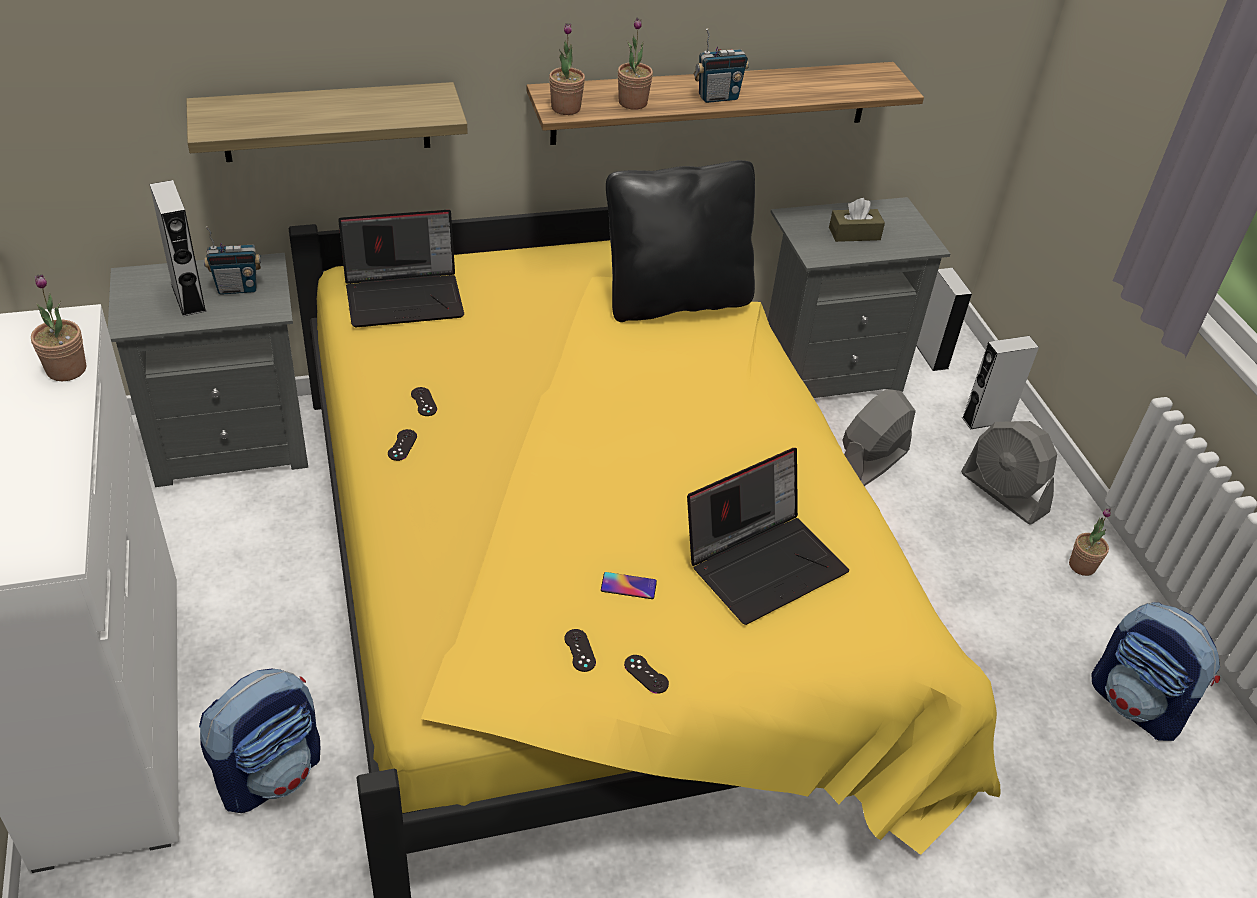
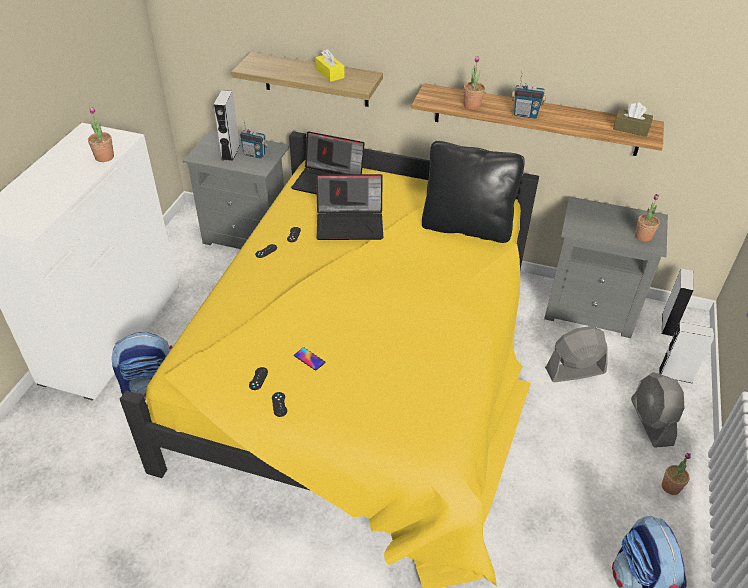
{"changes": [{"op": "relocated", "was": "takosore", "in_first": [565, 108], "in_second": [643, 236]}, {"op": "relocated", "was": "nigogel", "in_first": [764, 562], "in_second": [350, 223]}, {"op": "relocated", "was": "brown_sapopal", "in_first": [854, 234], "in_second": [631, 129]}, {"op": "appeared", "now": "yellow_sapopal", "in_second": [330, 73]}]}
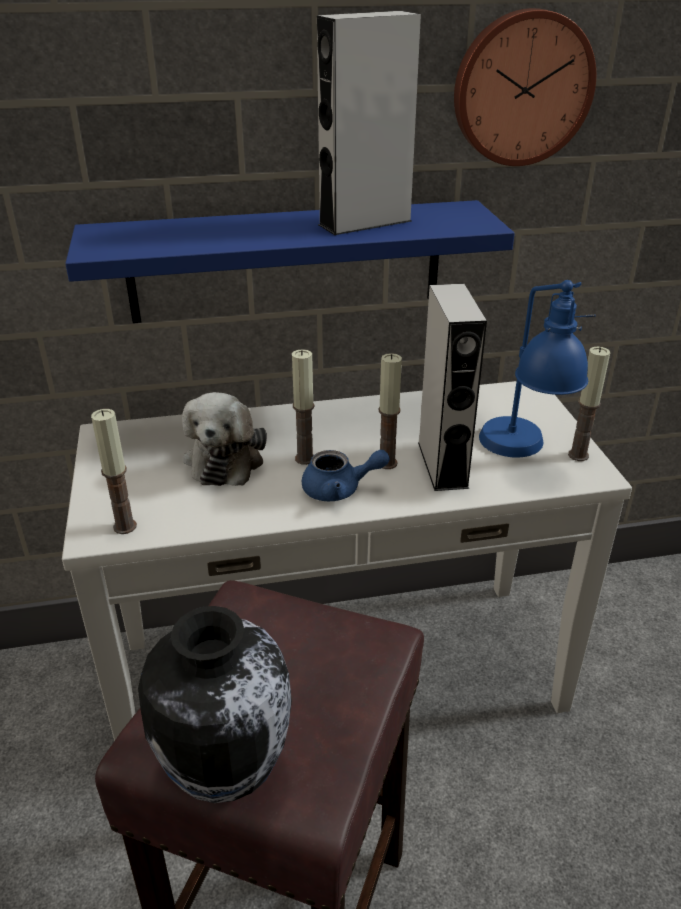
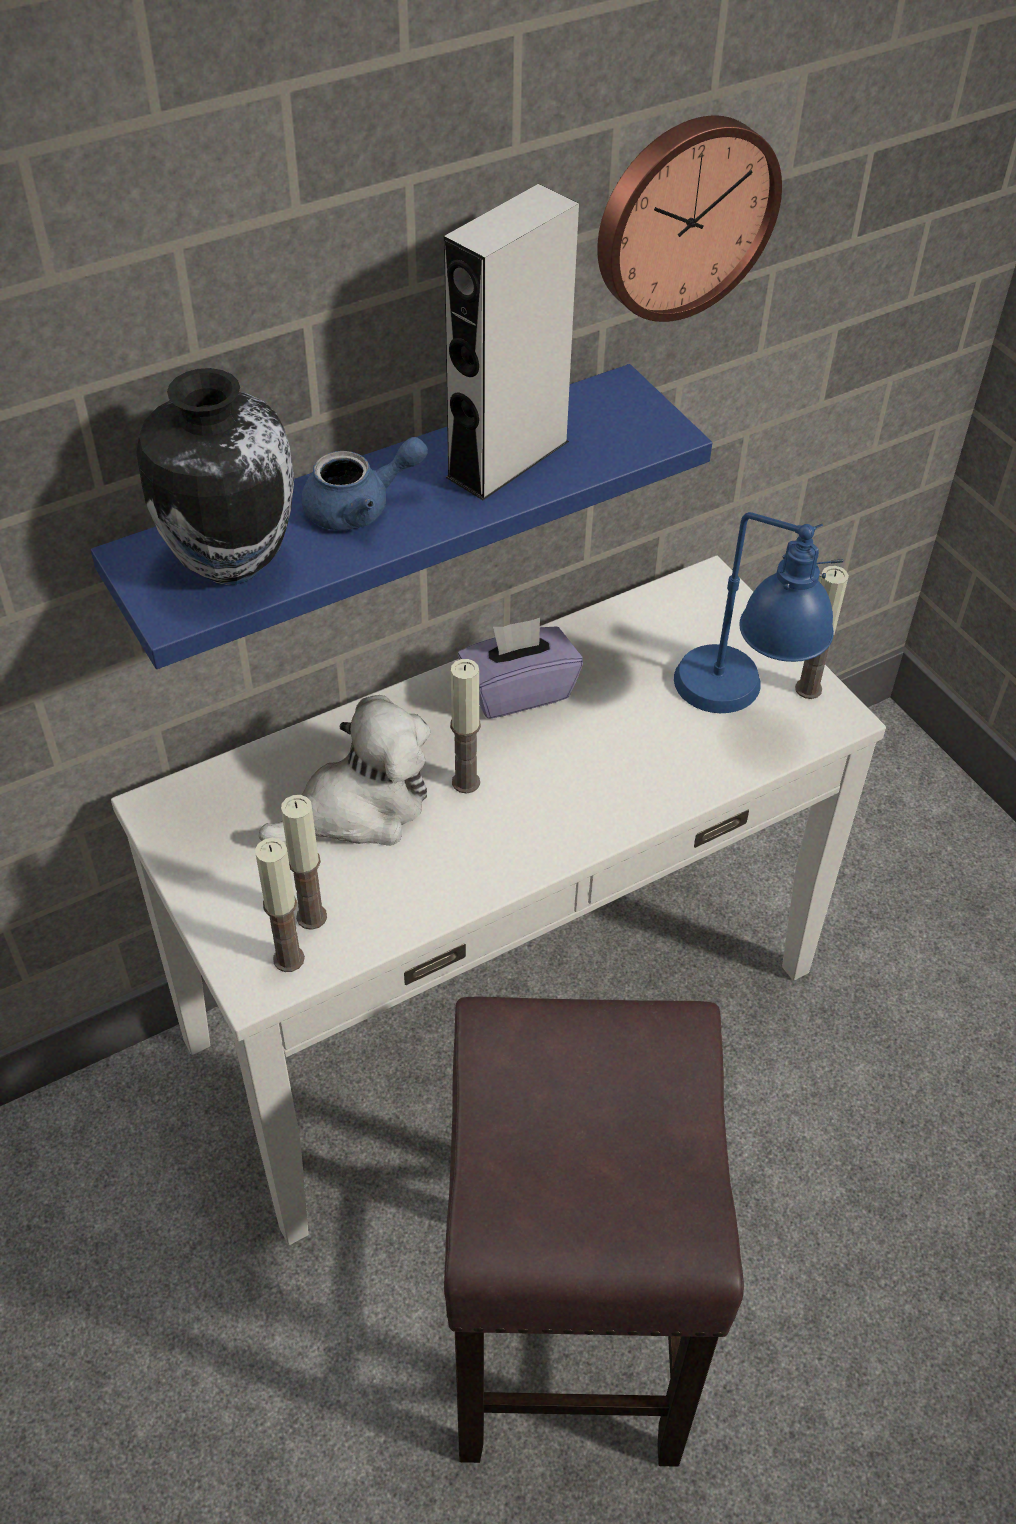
{"changes": [{"op": "relocated", "was": "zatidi", "in_first": [227, 771], "in_second": [232, 563]}, {"op": "spun", "was": "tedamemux", "in_first": [226, 458], "in_second": [358, 809], "clockwise": -105}, {"op": "relocated", "was": "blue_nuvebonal", "in_first": [340, 489], "in_second": [360, 507]}, {"op": "relocated", "was": "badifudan", "in_first": [387, 463], "in_second": [311, 917]}, {"op": "missing", "was": "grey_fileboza", "in_first": [442, 464]}, {"op": "appeared", "now": "purple_sapopal", "in_second": [518, 691]}]}
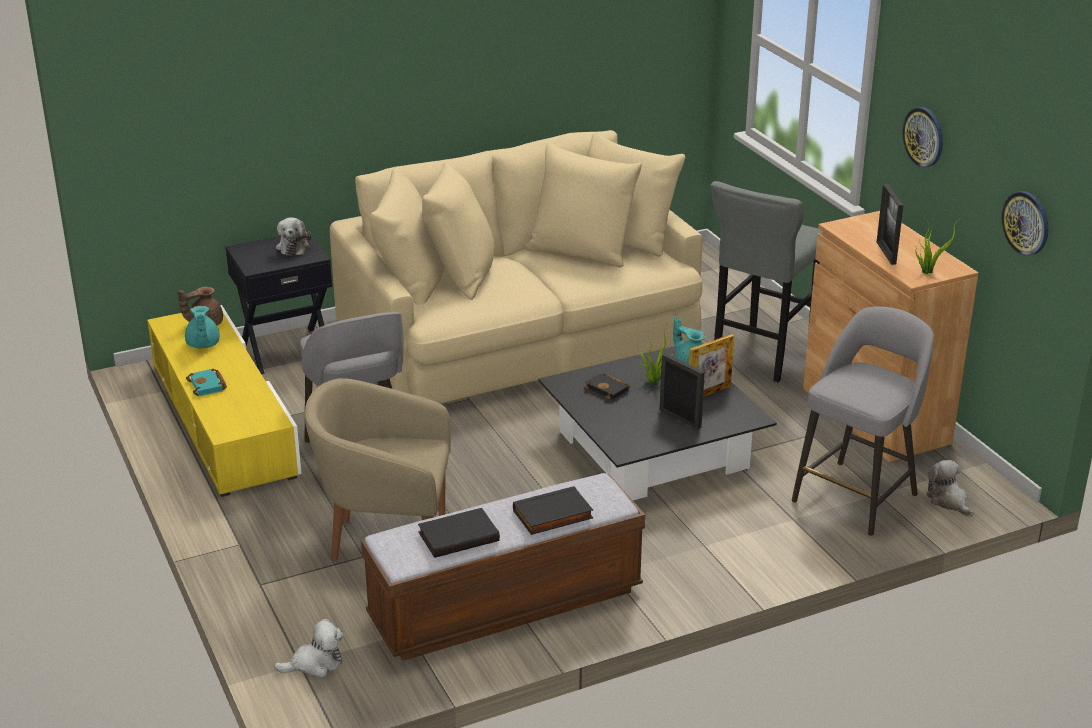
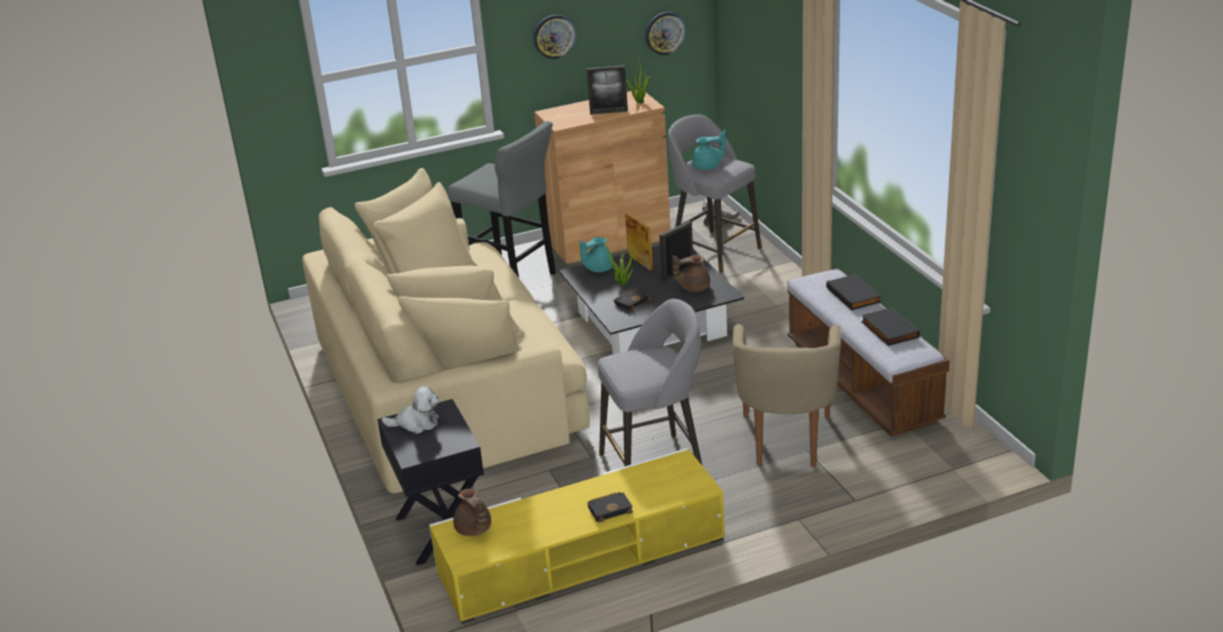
{"changes": [{"op": "relocated", "was": "turquoise_nuvebonal", "in_first": [202, 344], "in_second": [708, 167]}, {"op": "colour", "was": "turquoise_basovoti", "now": "black_basovoti", "in_first": [208, 386], "in_second": [610, 509]}, {"op": "missing", "was": "tedamemux", "in_first": [315, 663]}, {"op": "appeared", "now": "brown_nuvebonal", "in_second": [693, 287]}]}
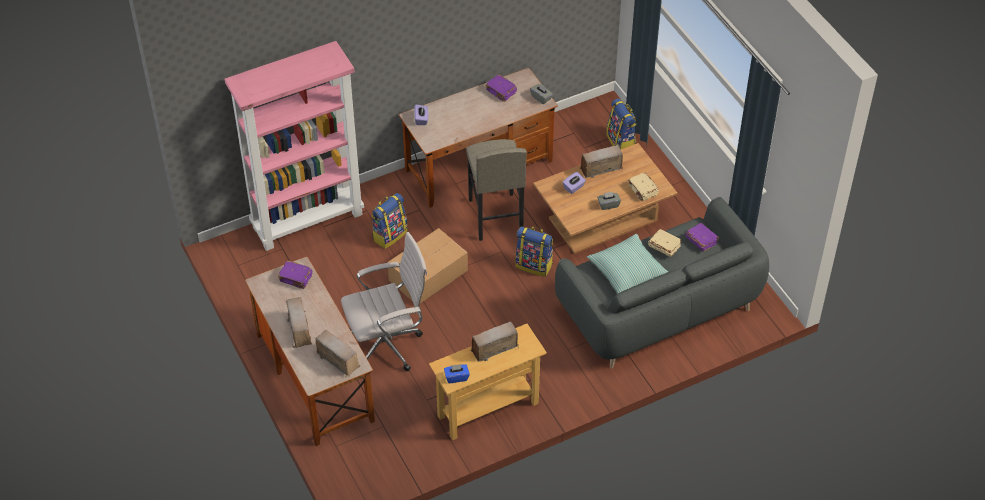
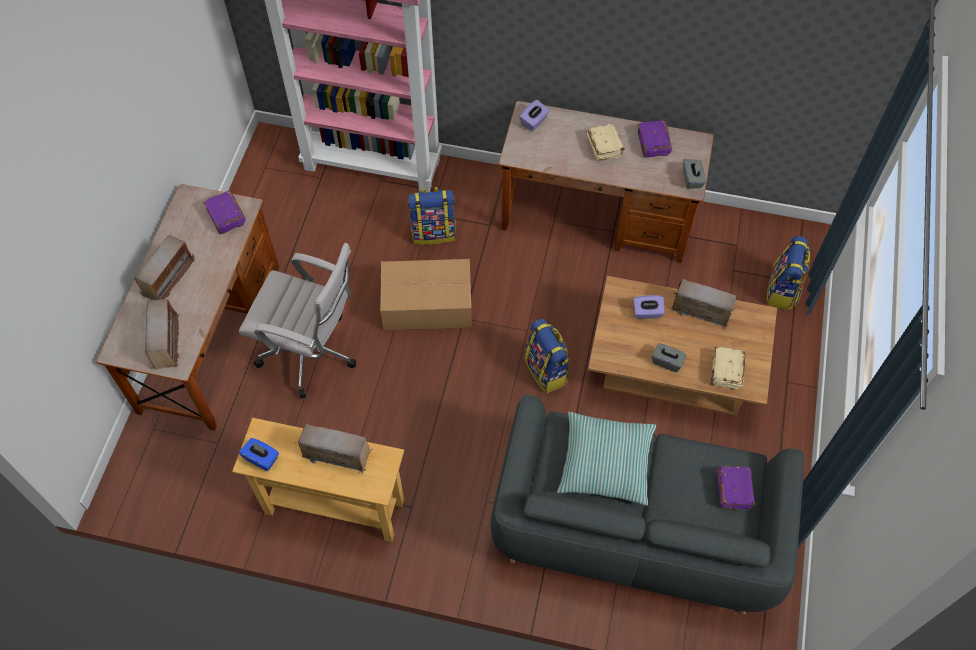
{"changes": [{"op": "missing", "was": "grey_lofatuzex", "in_first": [495, 217]}, {"op": "relocated", "was": "beige_basovoti", "in_first": [664, 246], "in_second": [604, 146]}]}
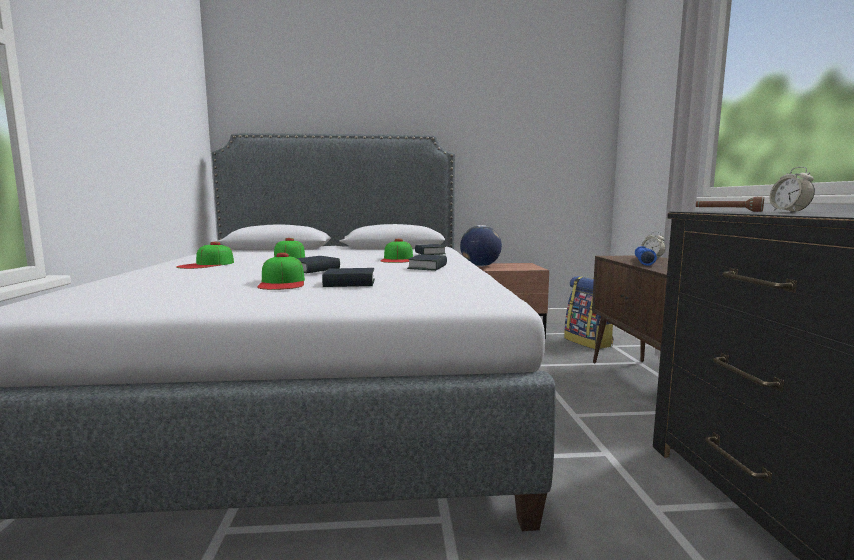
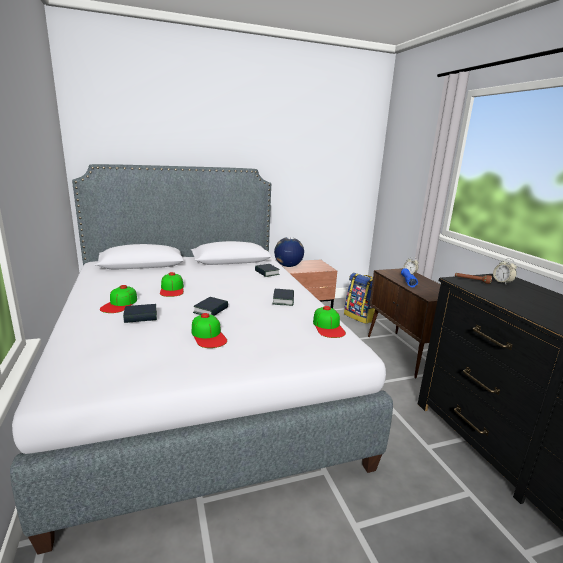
{"changes": [{"op": "relocated", "was": "basovoti", "in_first": [349, 283], "in_second": [141, 317]}, {"op": "relocated", "was": "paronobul", "in_first": [397, 259], "in_second": [328, 326]}]}
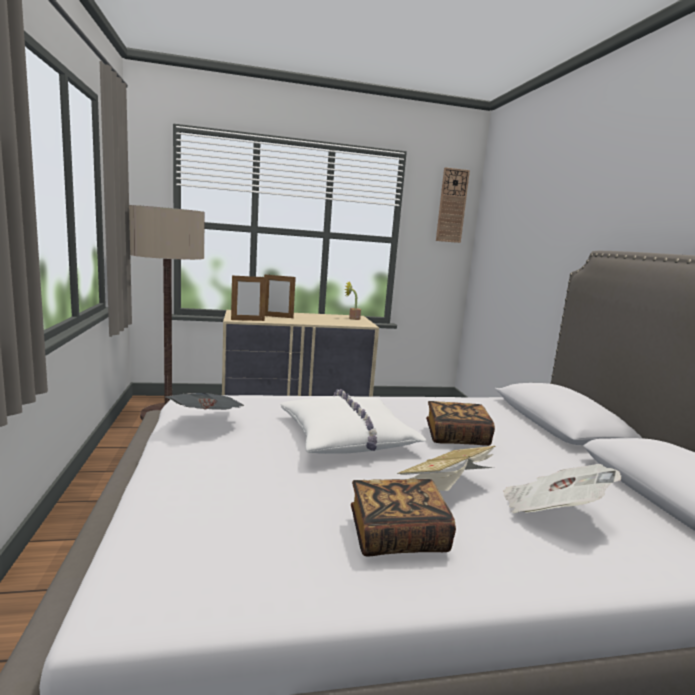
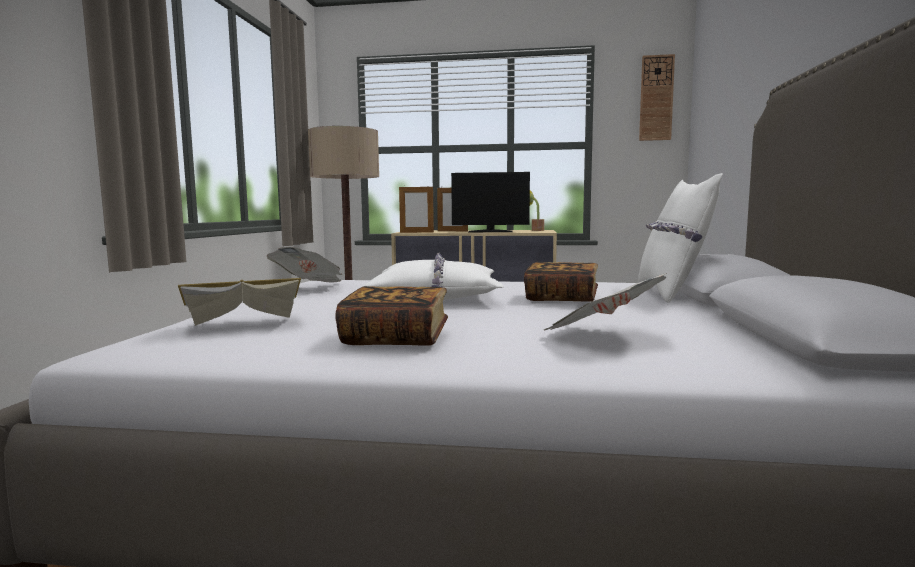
{"changes": [{"op": "relocated", "was": "basovoti", "in_first": [446, 487], "in_second": [244, 325]}, {"op": "appeared", "now": "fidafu", "in_second": [490, 231]}, {"op": "appeared", "now": "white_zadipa", "in_second": [672, 292]}]}
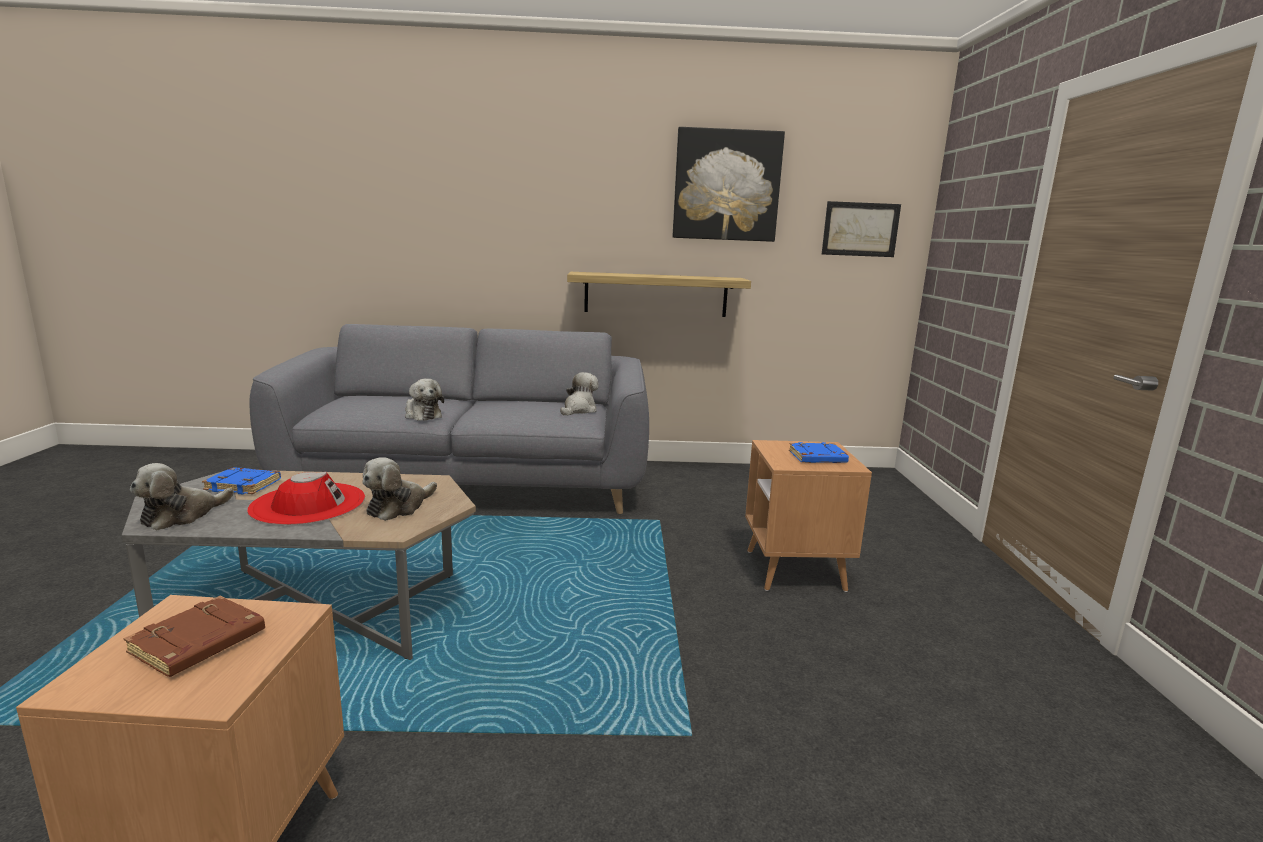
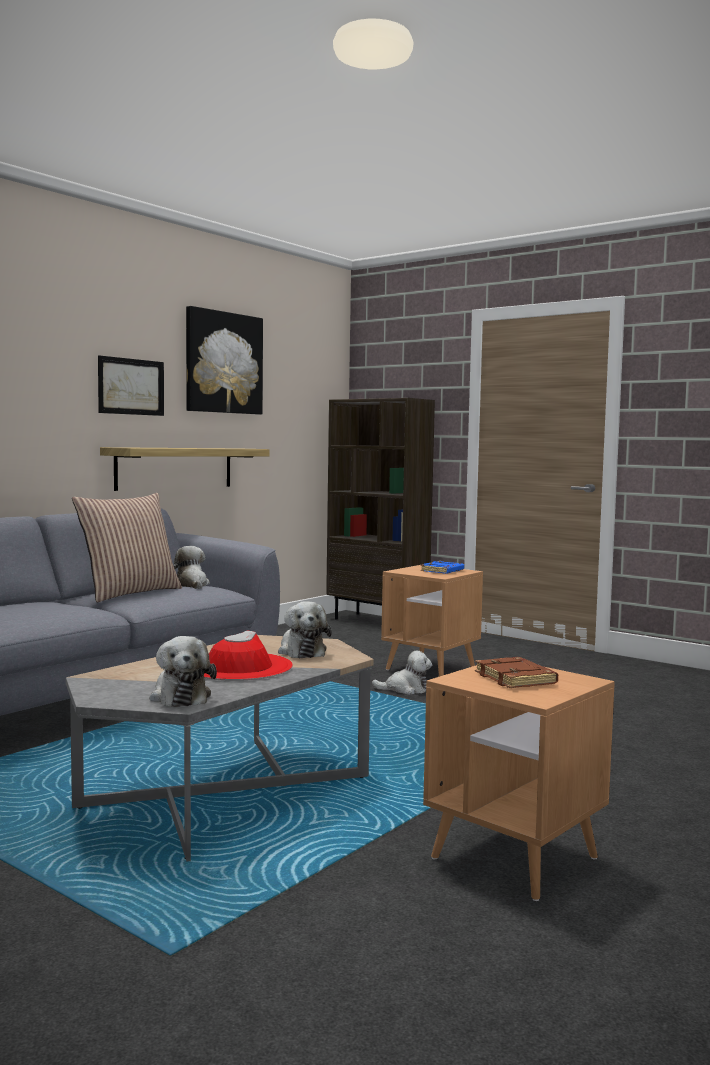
{"changes": [{"op": "missing", "was": "blue_basovoti", "in_first": [244, 485]}, {"op": "relocated", "was": "tedamemux", "in_first": [422, 415], "in_second": [405, 689]}, {"op": "relocated", "was": "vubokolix", "in_first": [860, 229], "in_second": [131, 386]}, {"op": "appeared", "now": "zadipa", "in_second": [129, 593]}, {"op": "appeared", "now": "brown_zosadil", "in_second": [378, 621]}]}
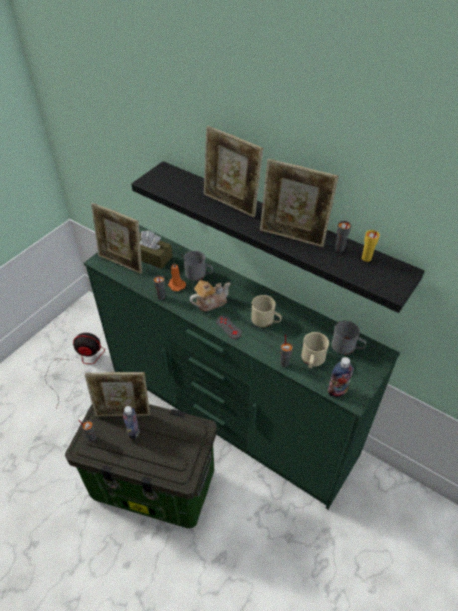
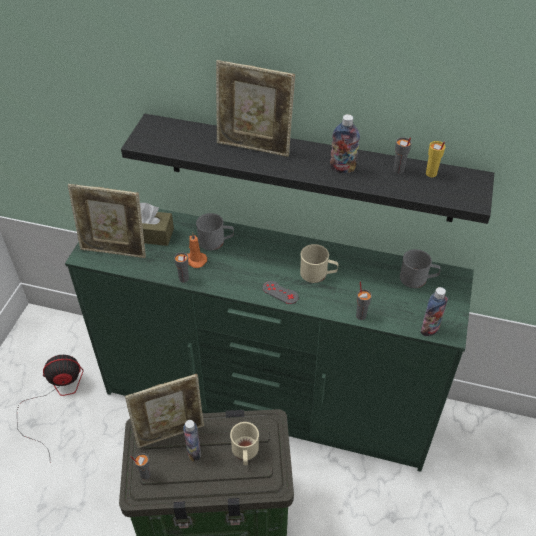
{"changes": [{"op": "missing", "was": "nuvebonal", "in_first": [210, 302]}, {"op": "exchanged", "was": "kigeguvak", "now": "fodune", "in_first": [293, 236], "in_second": [342, 168]}, {"op": "relocated", "was": "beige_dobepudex", "in_first": [312, 360], "in_second": [245, 452]}]}
